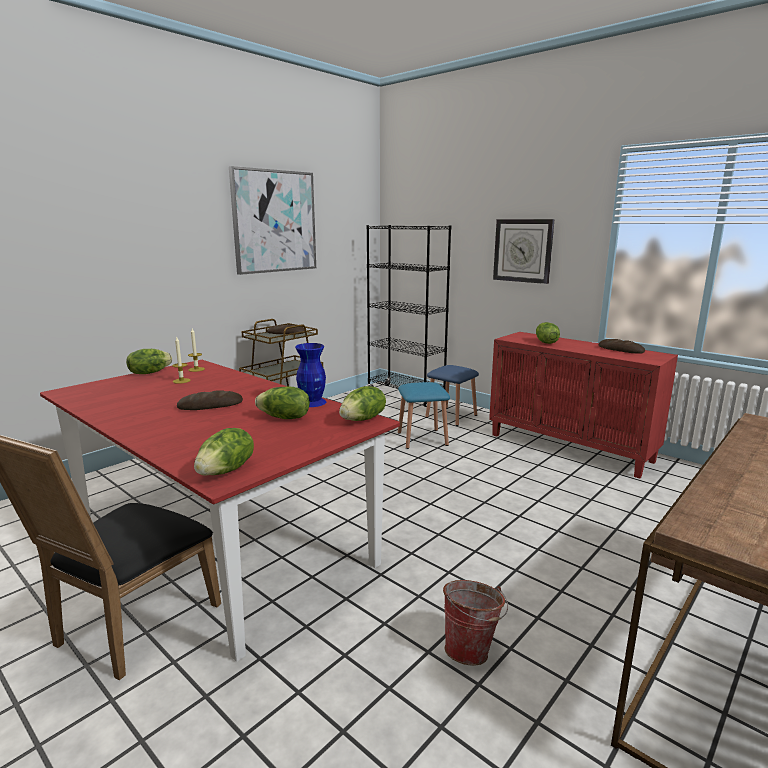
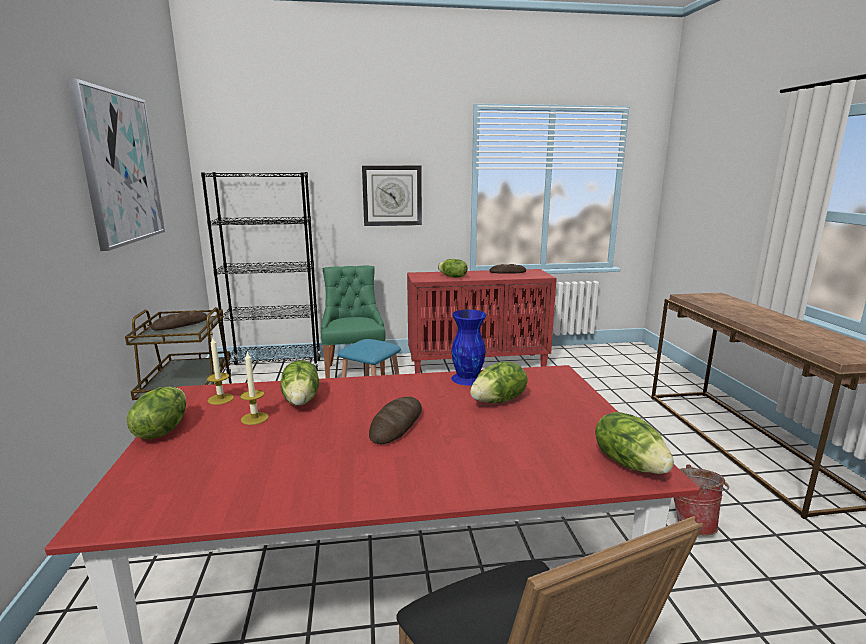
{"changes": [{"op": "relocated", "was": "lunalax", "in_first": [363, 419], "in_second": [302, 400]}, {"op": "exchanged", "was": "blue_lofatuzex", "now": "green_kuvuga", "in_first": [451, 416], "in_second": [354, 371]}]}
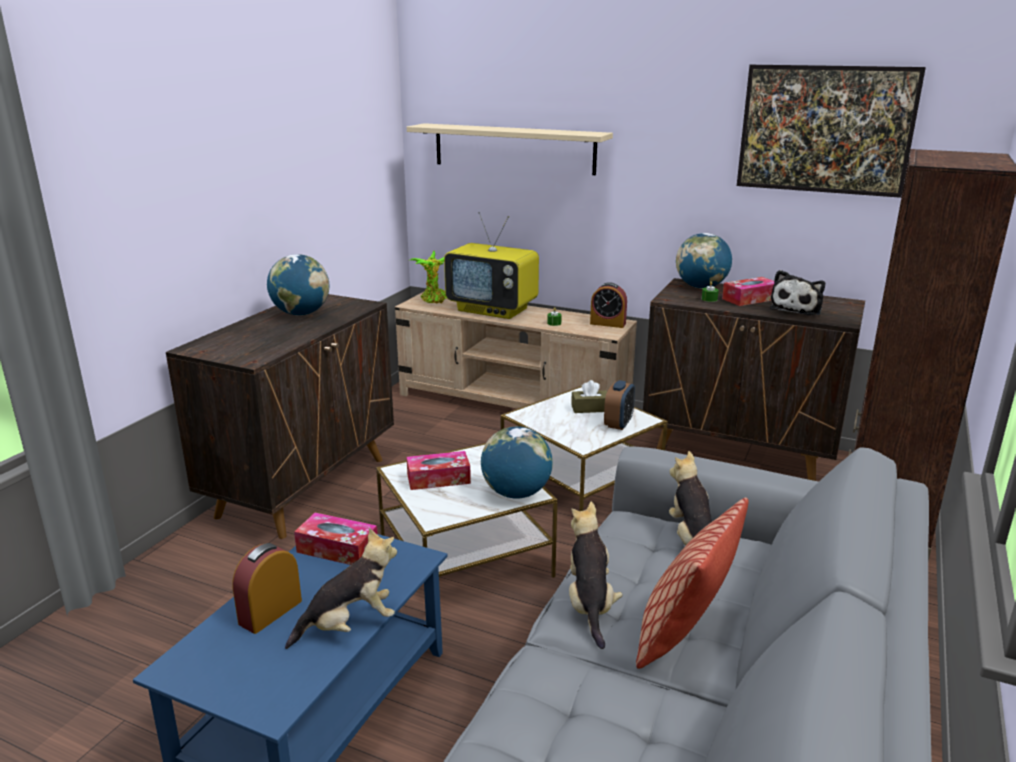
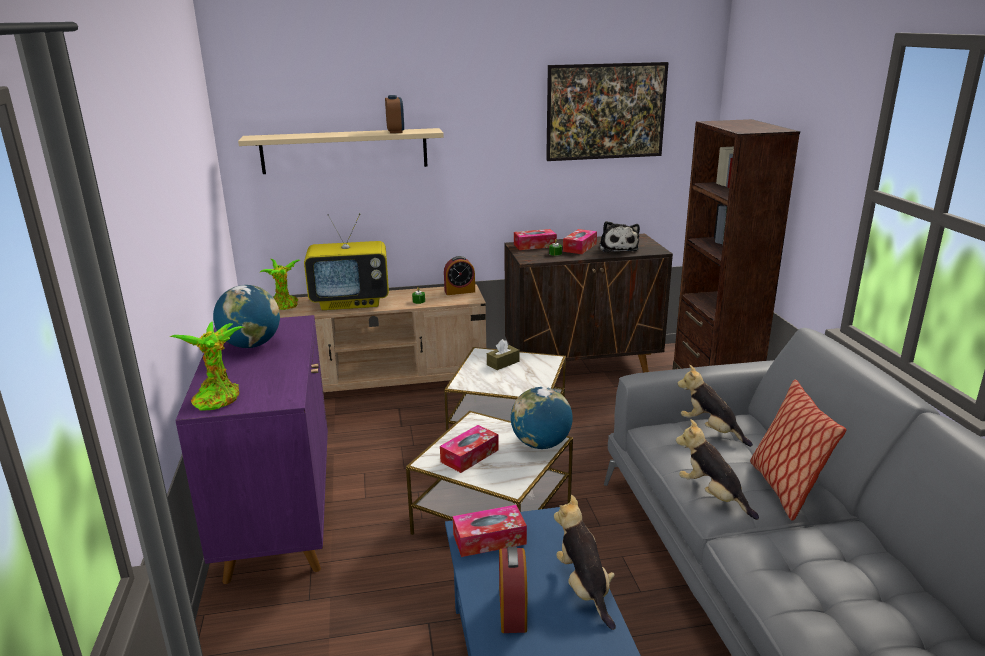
{"changes": [{"op": "colour", "was": "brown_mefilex", "now": "purple_mefilex", "in_first": [304, 486], "in_second": [279, 518]}, {"op": "spun", "was": "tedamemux", "in_first": [350, 625], "in_second": [584, 588], "clockwise": -45}, {"op": "relocated", "was": "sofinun", "in_first": [618, 424], "in_second": [395, 131]}, {"op": "exchanged", "was": "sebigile", "now": "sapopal", "in_first": [701, 287], "in_second": [534, 245]}, {"op": "appeared", "now": "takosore", "in_second": [217, 398]}]}
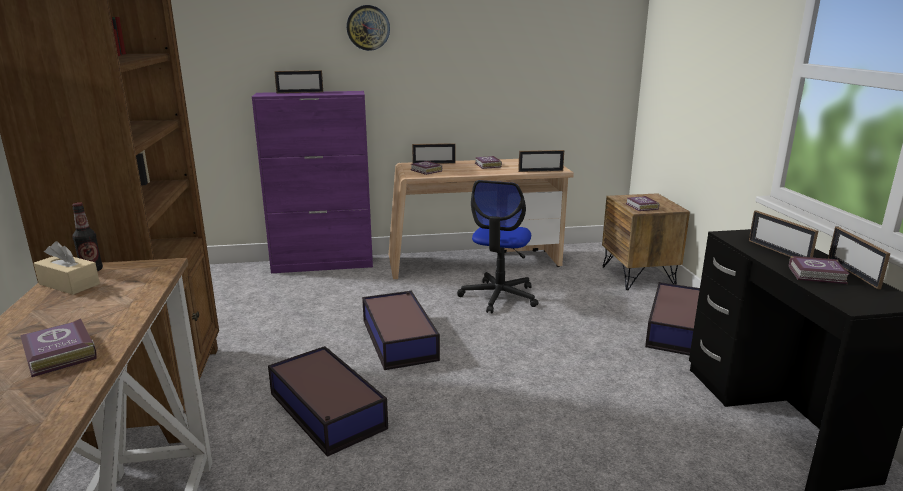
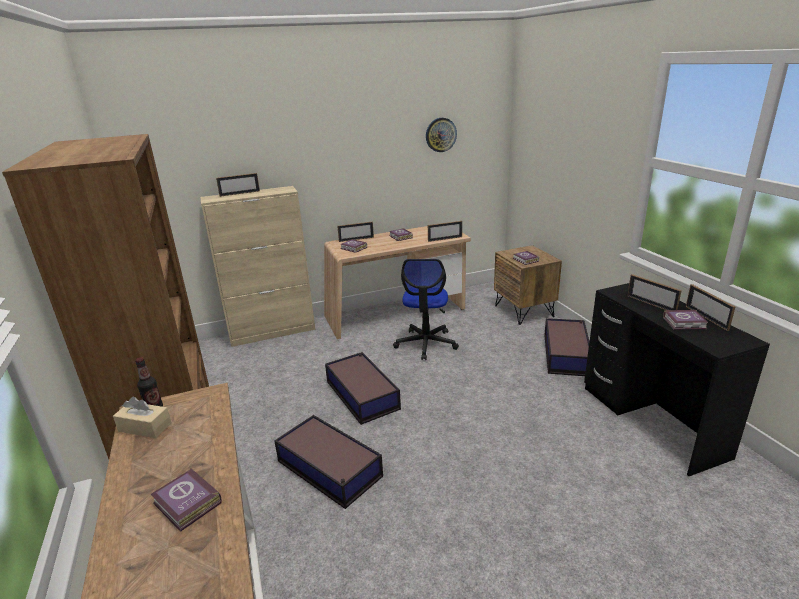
{"changes": [{"op": "colour", "was": "purple_mefilex", "now": "beige_mefilex", "in_first": [323, 264], "in_second": [273, 332]}, {"op": "relocated", "was": "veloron", "in_first": [368, 28], "in_second": [440, 135]}]}
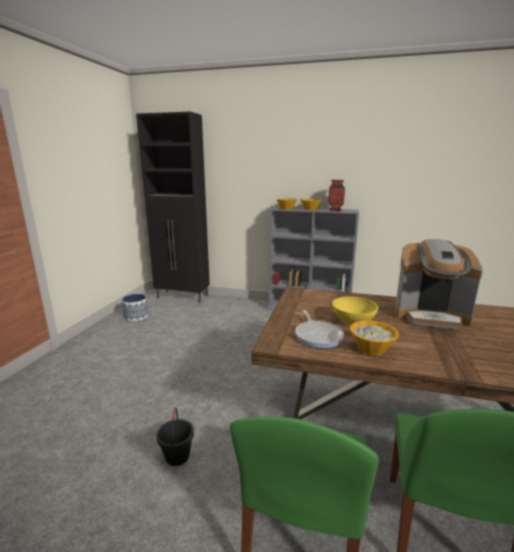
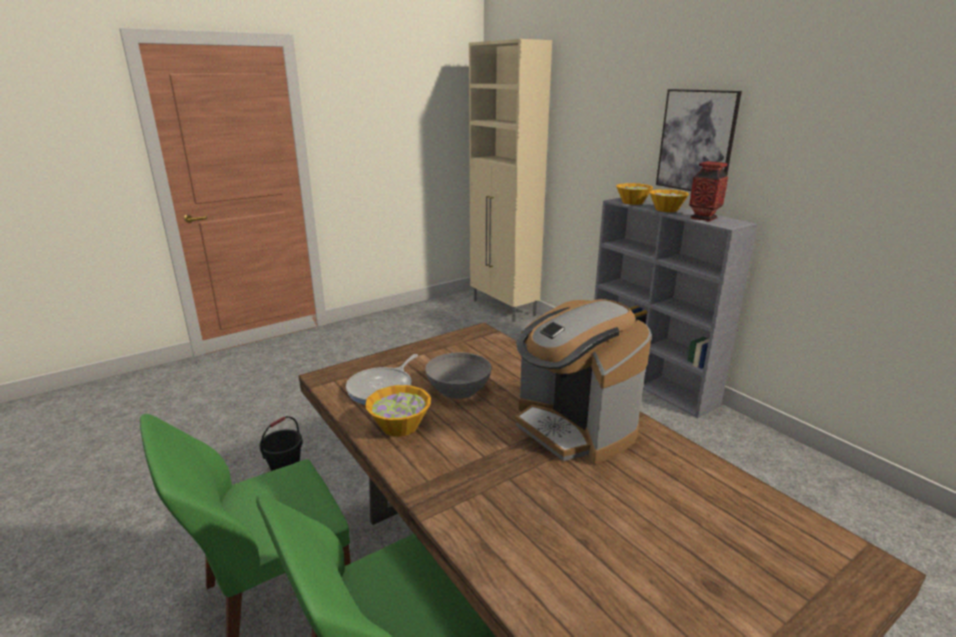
{"changes": [{"op": "missing", "was": "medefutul", "in_first": [136, 317]}, {"op": "colour", "was": "black_mefilex", "now": "beige_mefilex", "in_first": [183, 297], "in_second": [504, 308]}, {"op": "colour", "was": "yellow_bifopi", "now": "grey_bifopi", "in_first": [353, 320], "in_second": [459, 389]}, {"op": "appeared", "now": "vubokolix", "in_second": [696, 141]}]}
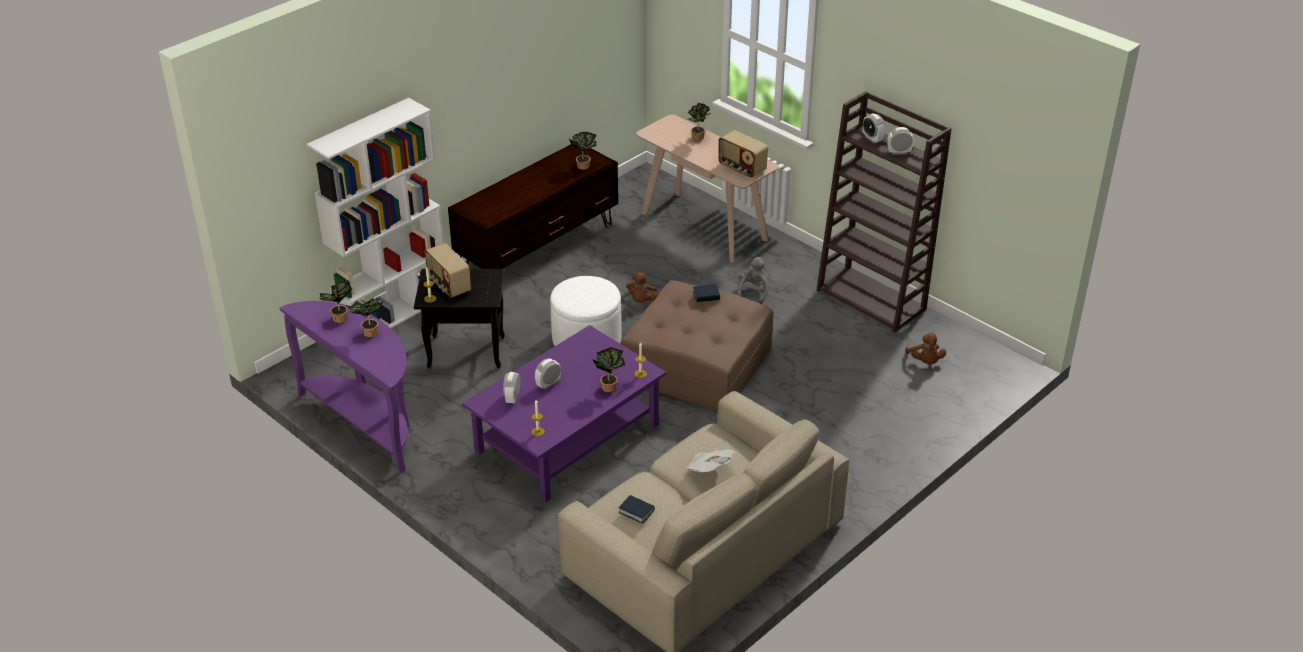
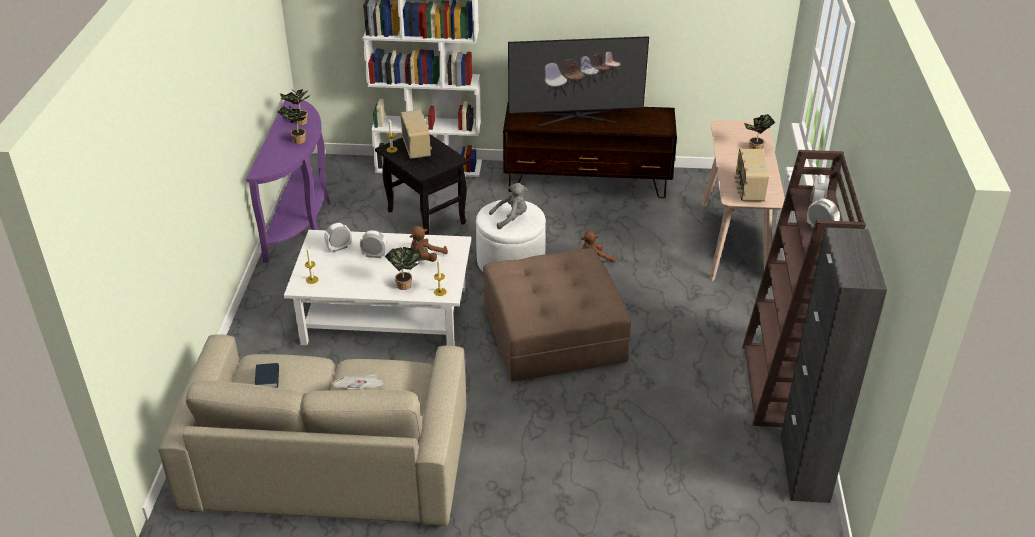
{"changes": [{"op": "spun", "was": "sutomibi", "in_first": [448, 285], "in_second": [417, 148], "clockwise": 150}, {"op": "colour", "was": "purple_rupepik", "now": "white_rupepik", "in_first": [568, 438], "in_second": [385, 316]}, {"op": "missing", "was": "takosore", "in_first": [583, 165]}, {"op": "missing", "was": "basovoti", "in_first": [706, 296]}, {"op": "relocated", "was": "grey_tedamemux", "in_first": [753, 292], "in_second": [511, 218]}, {"op": "relocated", "was": "brown_tedamemux", "in_first": [925, 361], "in_second": [425, 259]}, {"op": "appeared", "now": "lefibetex", "in_second": [575, 117]}, {"op": "appeared", "now": "black_mefilex", "in_second": [804, 468]}]}
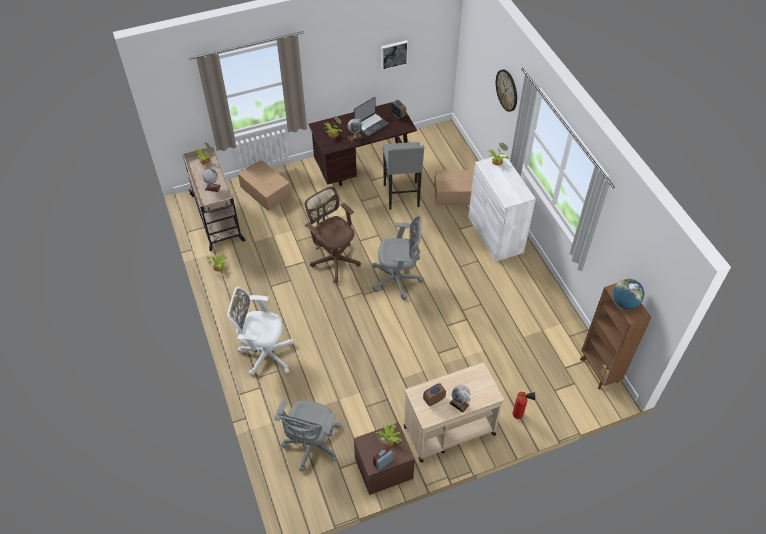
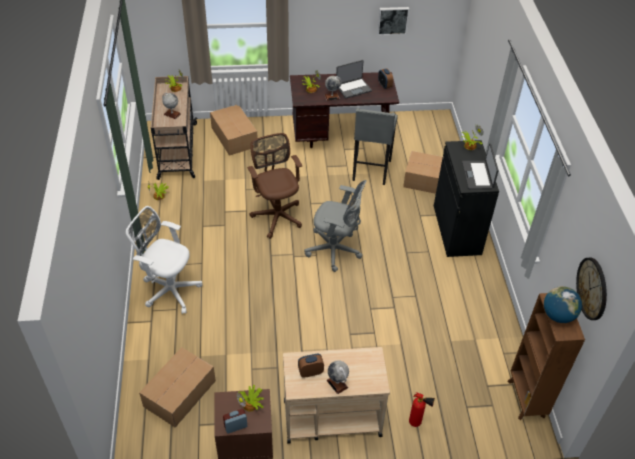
{"changes": [{"op": "exchanged", "was": "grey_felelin", "now": "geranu", "in_first": [311, 446], "in_second": [178, 394]}, {"op": "colour", "was": "white_mefilex", "now": "black_mefilex", "in_first": [495, 234], "in_second": [457, 229]}, {"op": "relocated", "was": "veloron", "in_first": [507, 90], "in_second": [592, 288]}, {"op": "appeared", "now": "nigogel", "in_second": [478, 175]}]}
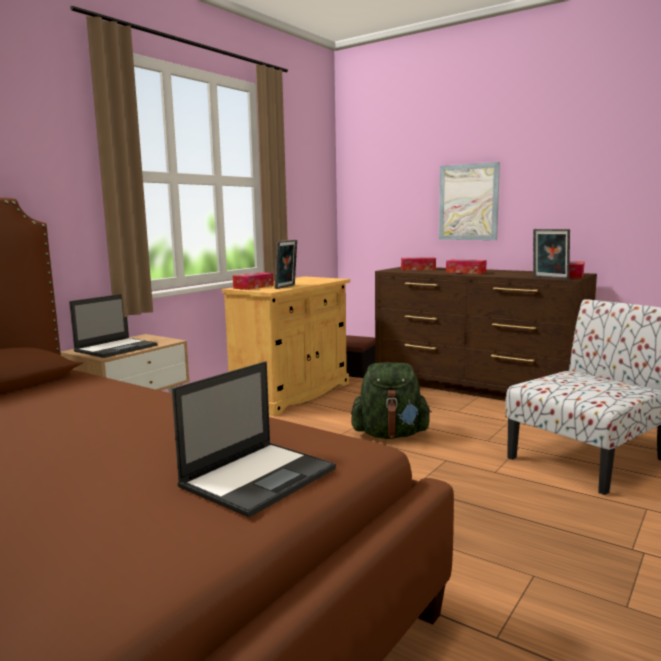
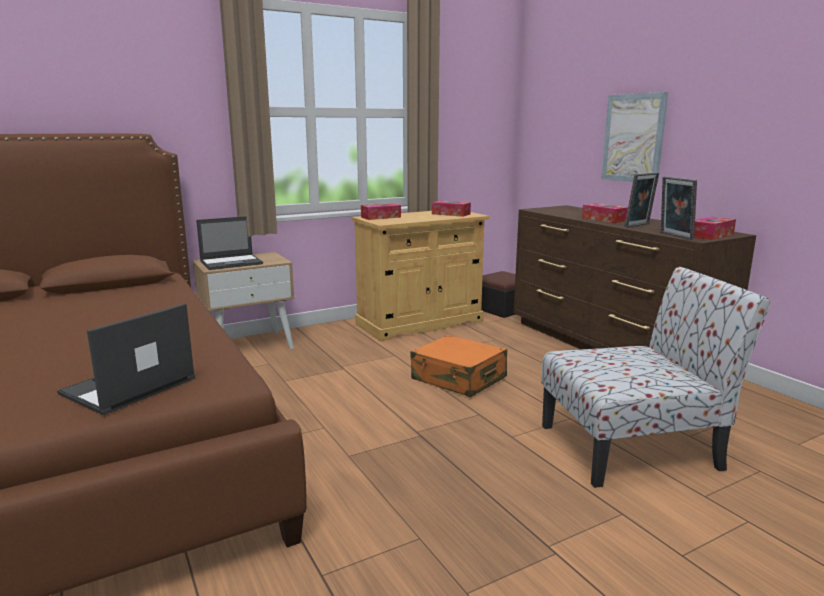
{"changes": [{"op": "spun", "was": "nigogel", "in_first": [260, 477], "in_second": [127, 387], "clockwise": 150}, {"op": "relocated", "was": "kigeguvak", "in_first": [286, 287], "in_second": [639, 225]}, {"op": "exchanged", "was": "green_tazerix", "now": "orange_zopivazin", "in_first": [390, 435], "in_second": [458, 379]}, {"op": "relocated", "was": "sapopal", "in_first": [418, 269], "in_second": [451, 214]}]}
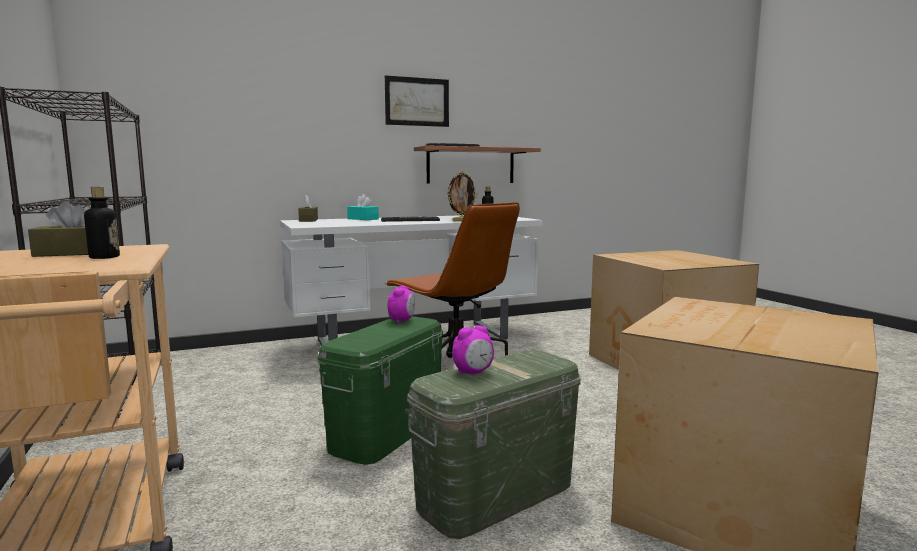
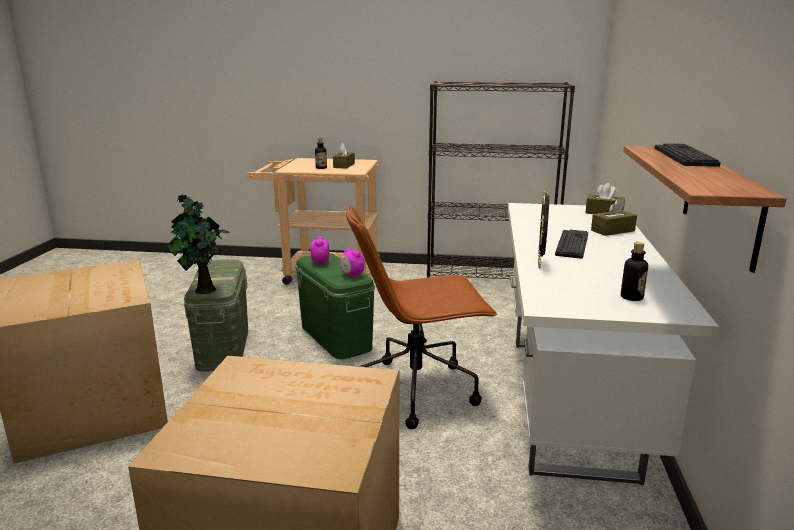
{"changes": [{"op": "colour", "was": "turquoise_sapopal", "now": "brown_sapopal", "in_first": [363, 219], "in_second": [612, 230]}, {"op": "missing", "was": "vubokolix", "in_first": [417, 102]}, {"op": "relocated", "was": "sofinun", "in_first": [473, 372], "in_second": [320, 263]}, {"op": "appeared", "now": "takosore", "in_second": [203, 290]}]}
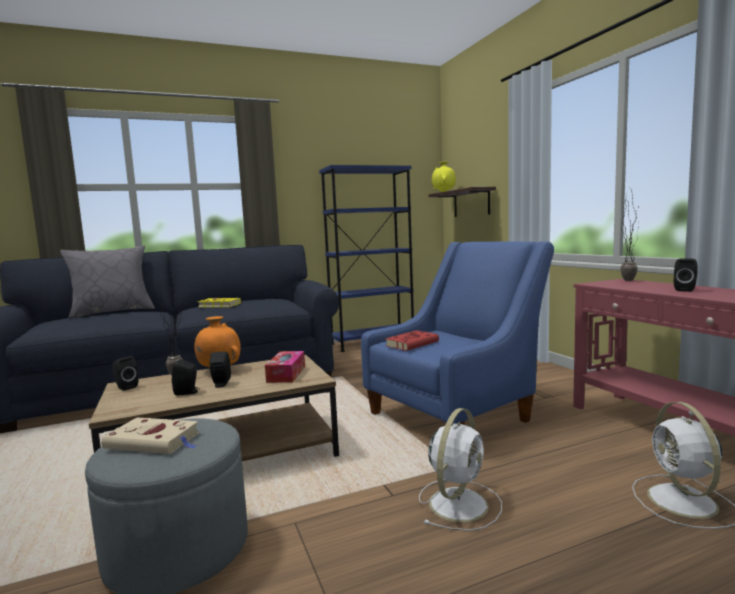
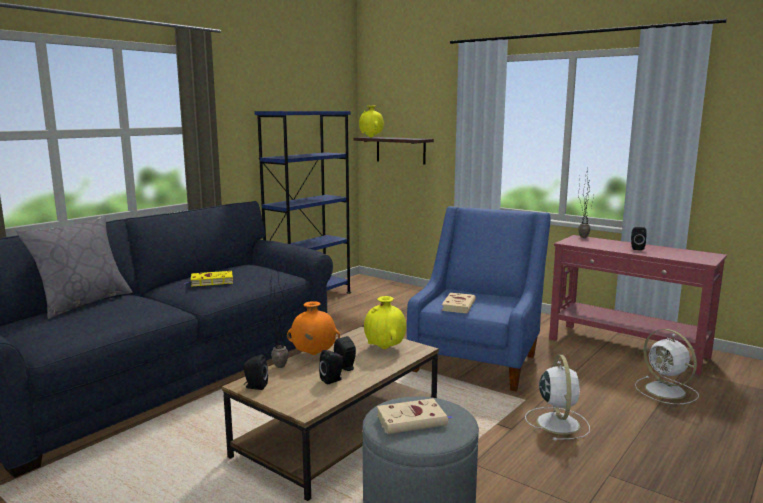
{"changes": [{"op": "exchanged", "was": "sapopal", "now": "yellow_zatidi", "in_first": [286, 374], "in_second": [385, 348]}, {"op": "colour", "was": "red_basovoti", "now": "beige_basovoti", "in_first": [413, 343], "in_second": [458, 305]}]}
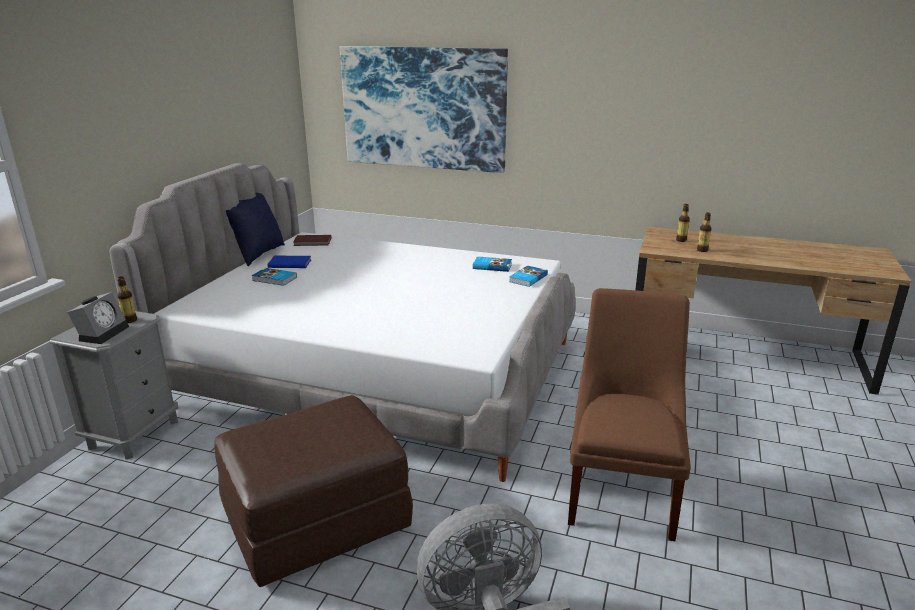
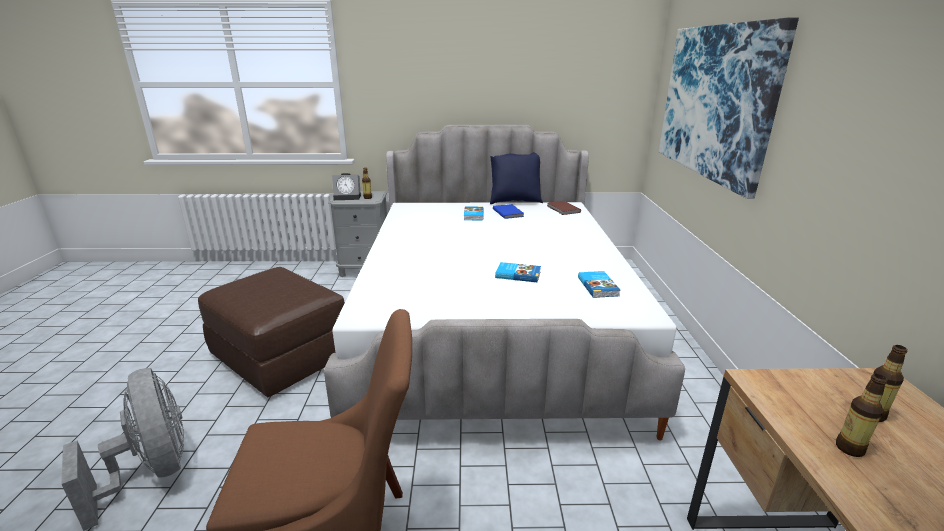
{"changes": [{"op": "relocated", "was": "basovoti", "in_first": [527, 278], "in_second": [518, 274]}]}
